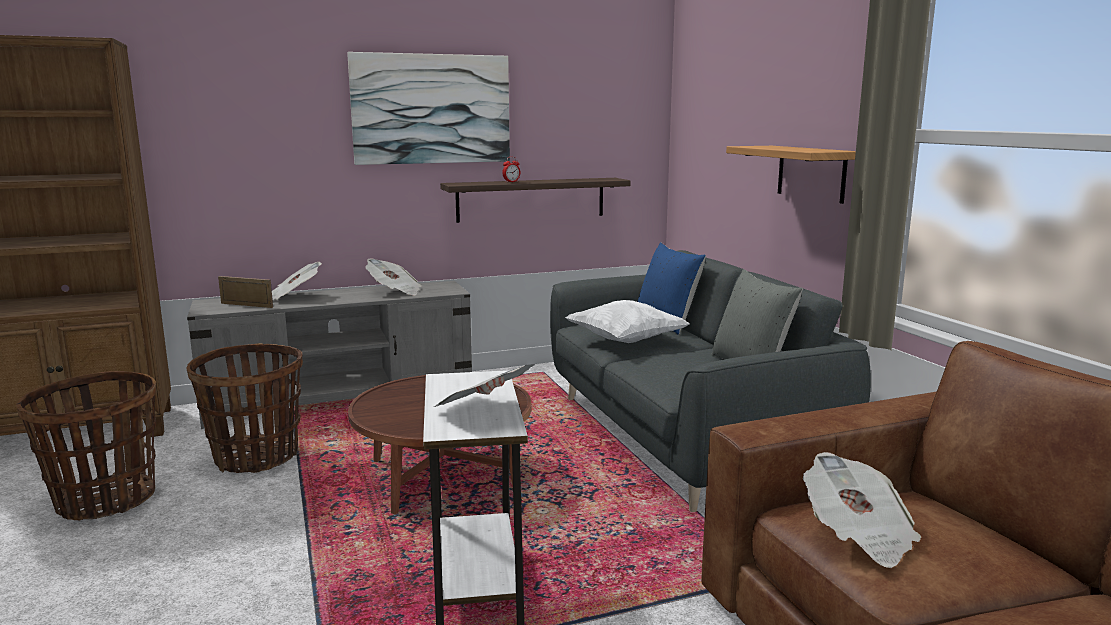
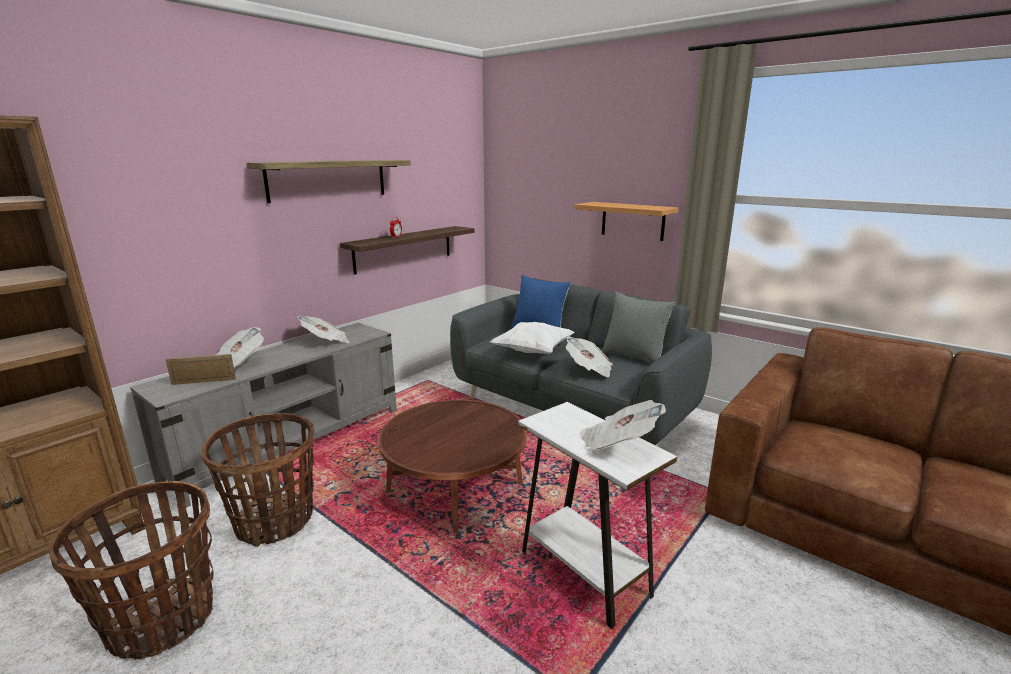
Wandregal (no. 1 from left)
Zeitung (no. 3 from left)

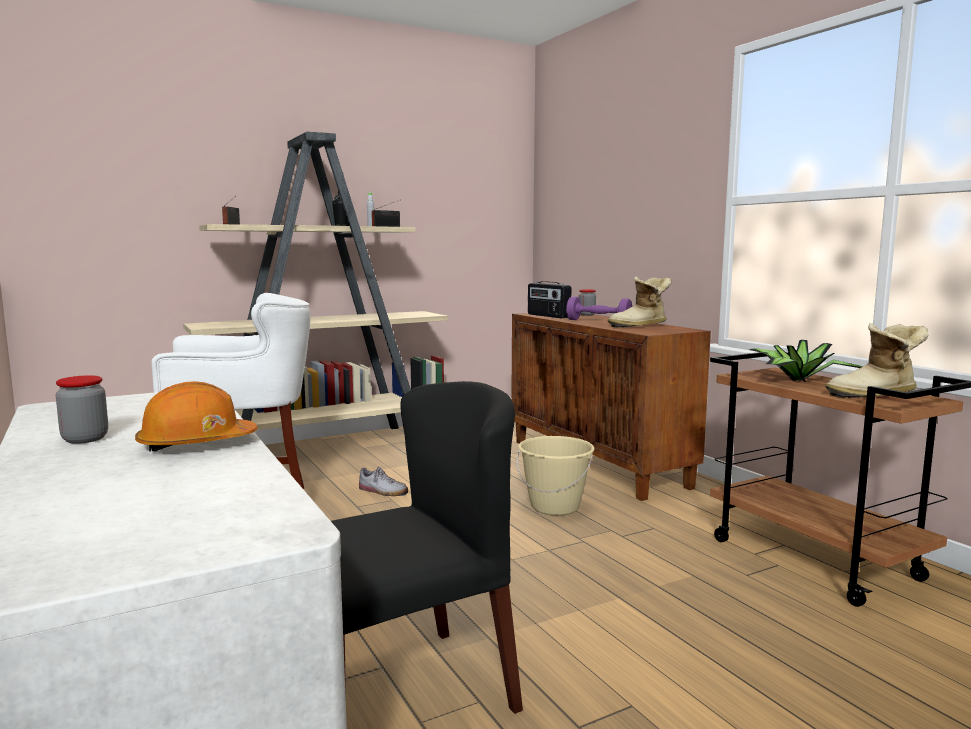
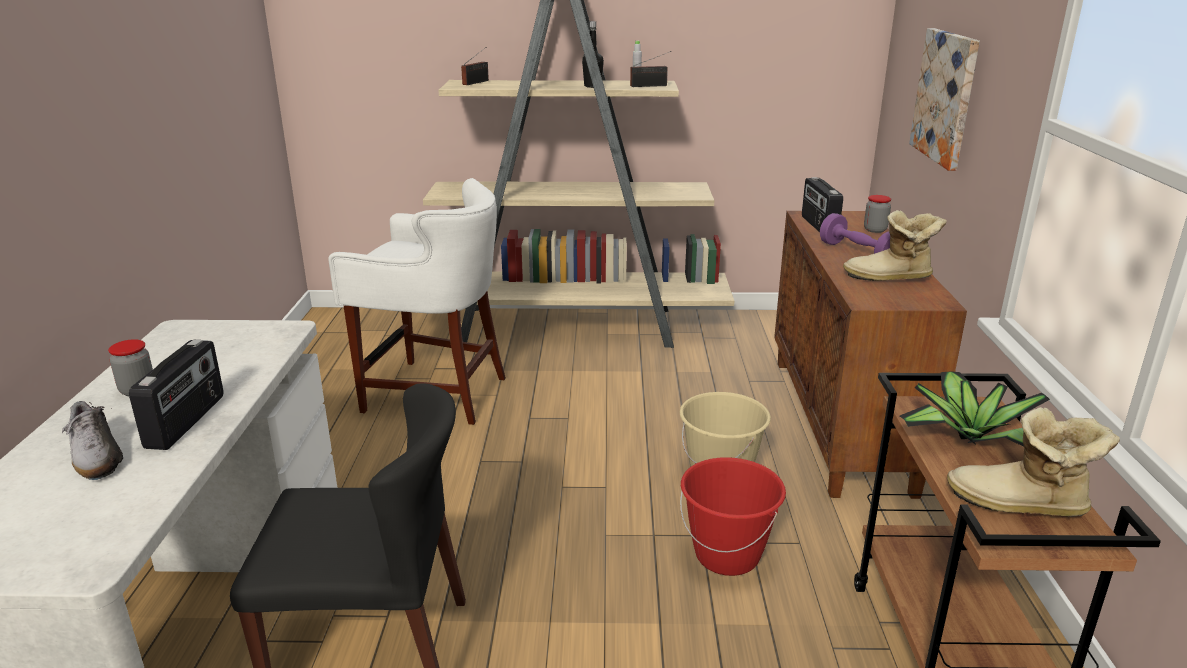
Radio (no. 1 from left)
Schuh
Bild
Eimer (rot)

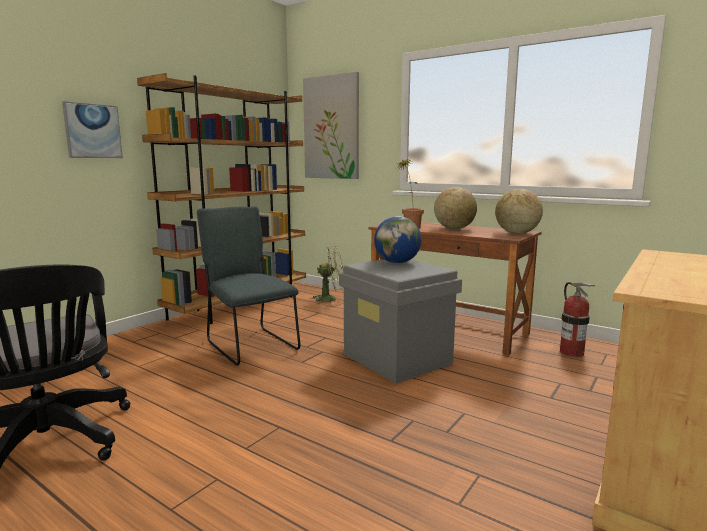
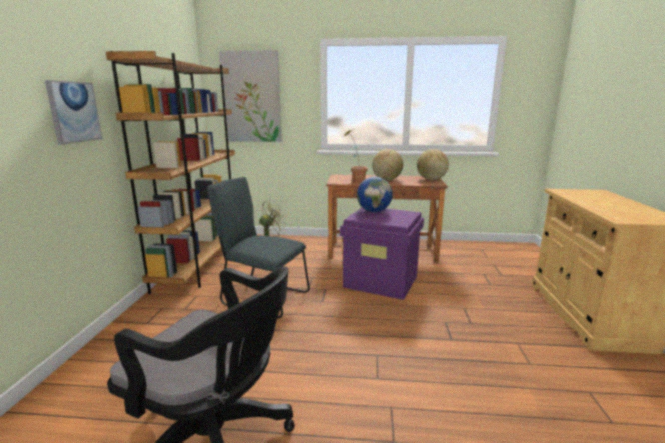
Aufbewahrungsbox (lila)
Feuerlöscher

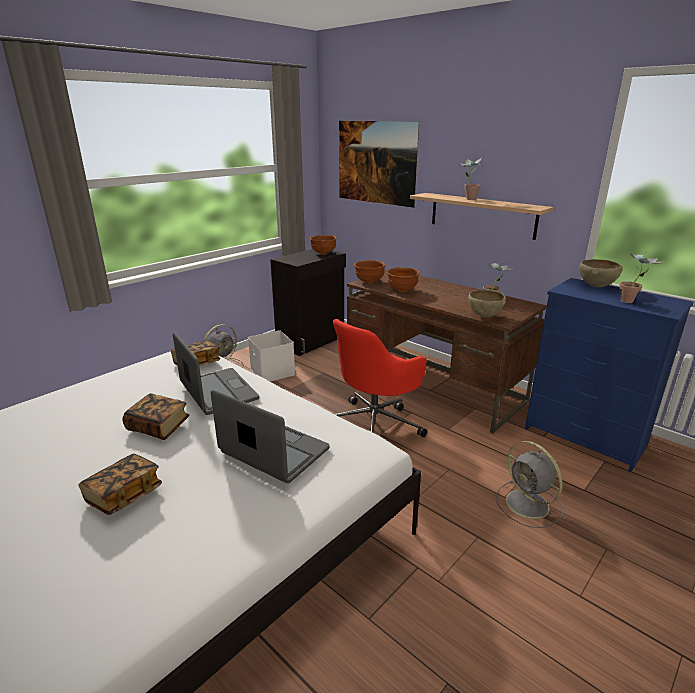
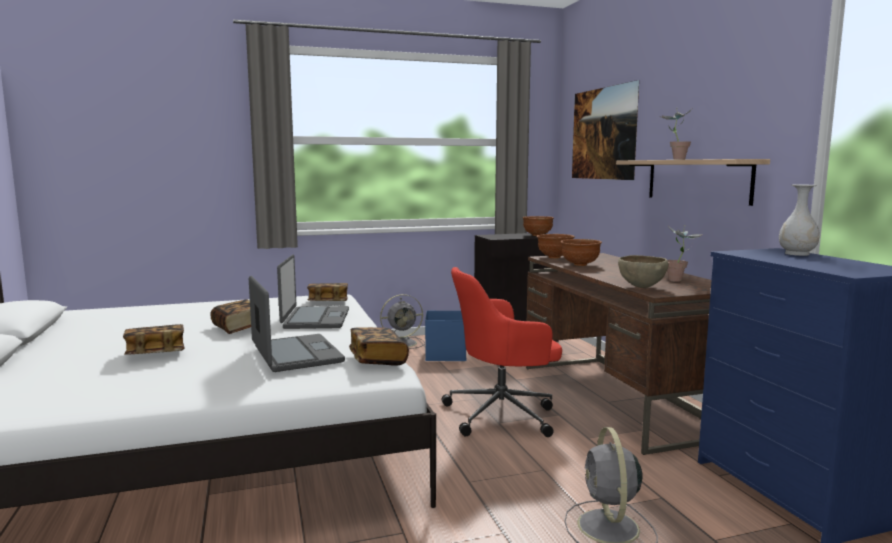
Topfpflanze (no. 3 from left in the first image)
Vase (weiß)
Aufbewahrungsbox (blau)
Buch (no. 4 from left)

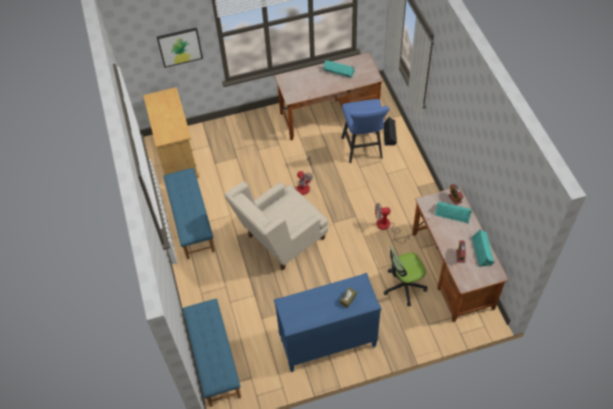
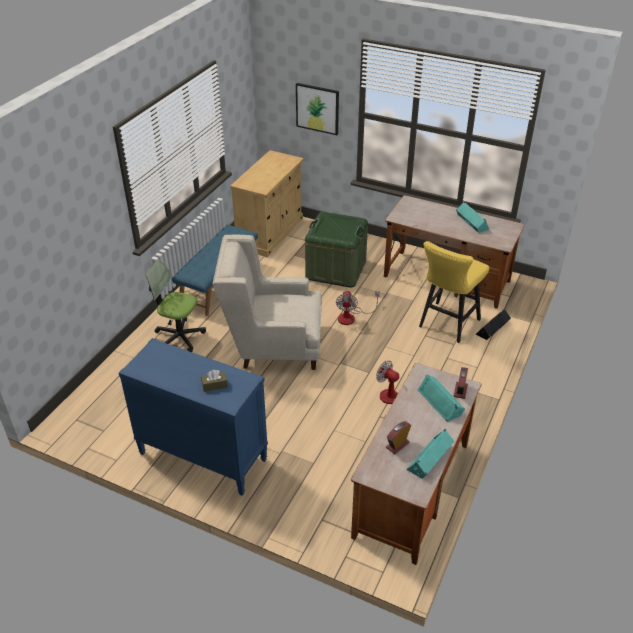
Hocker (gelb)
Bürostuhl
Bank (blau) (no. 2 from left in the first image)
Aufbewahrungsbox (grün)

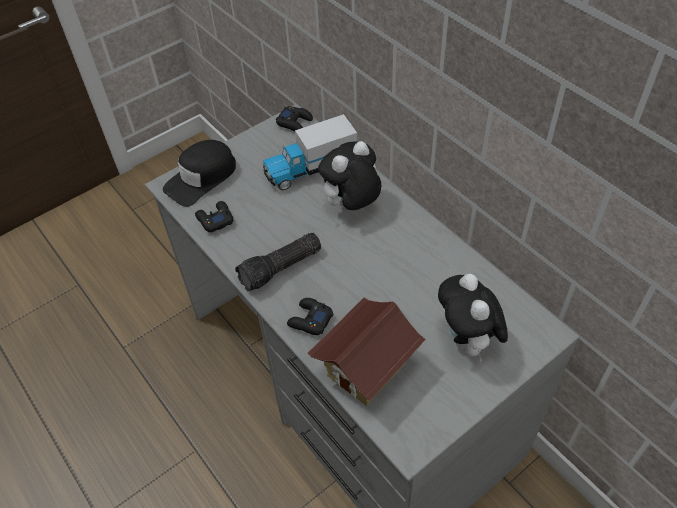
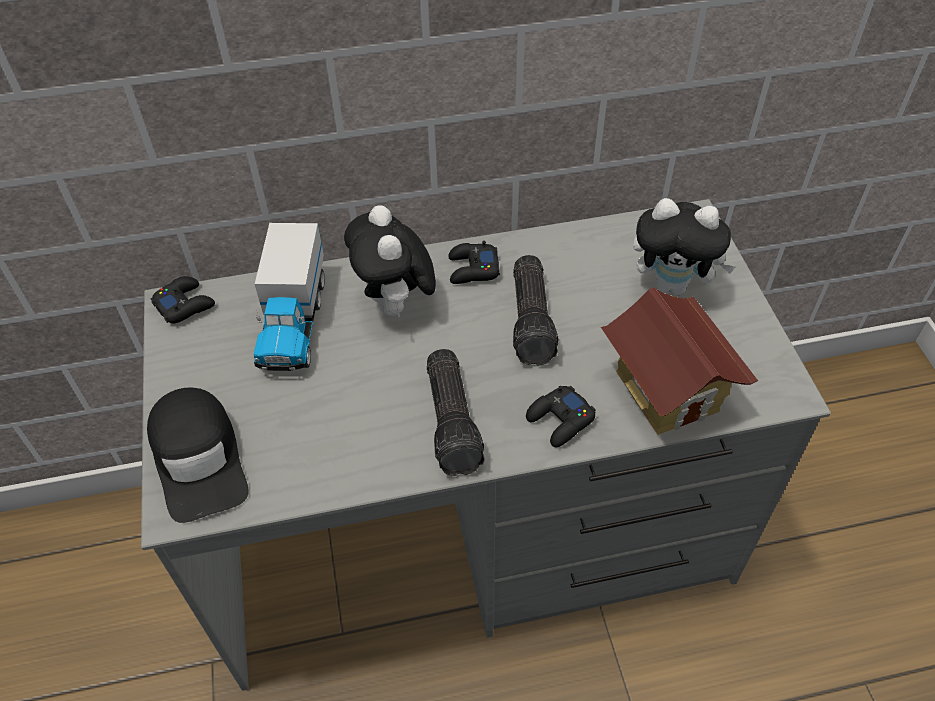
Gamepad (schwarz) (no. 2 from left)
Taschenlampe (no. 2 from left)

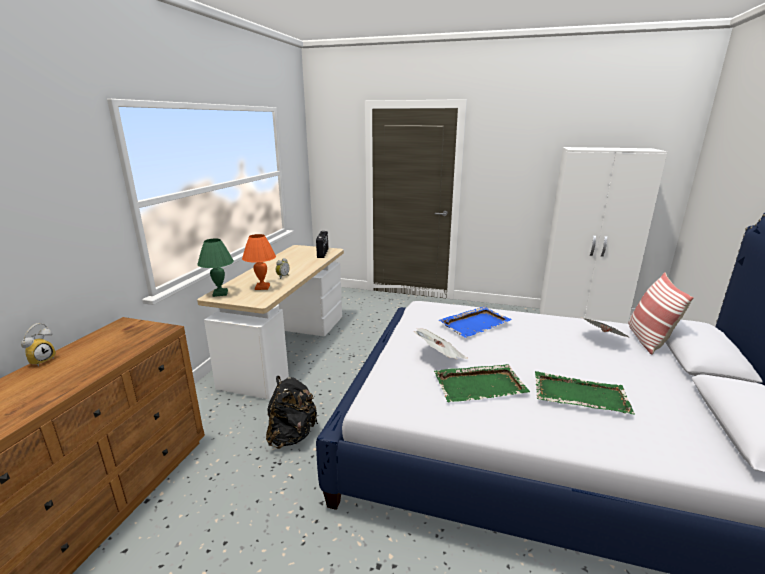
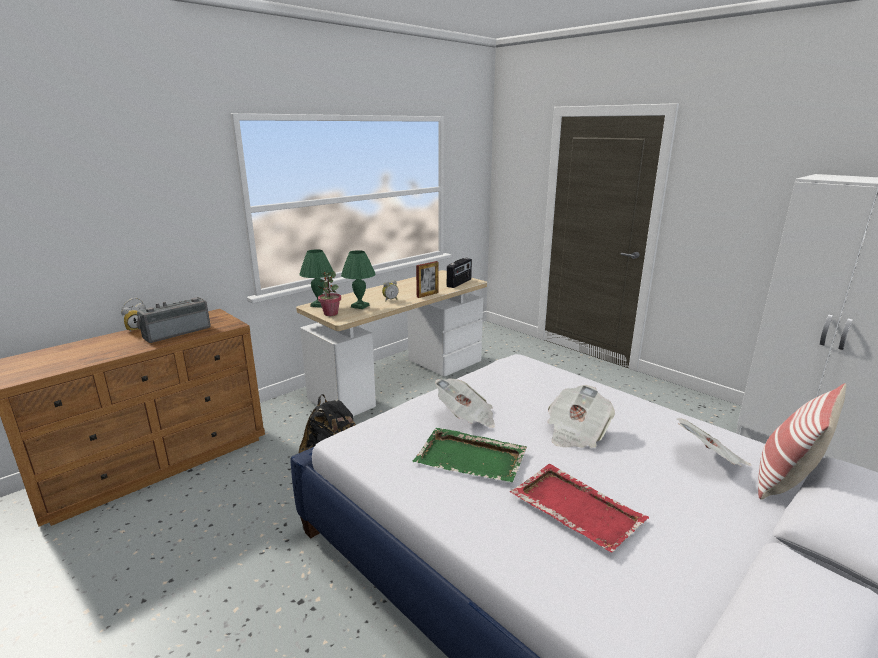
Tischlampe (grün) (no. 2 from left)
Tablett (blau)
Tablett (rot)
Bilderrahmen
Topfpflanze
Radio (no. 1 from left)
Zeitung (no. 2 from left)

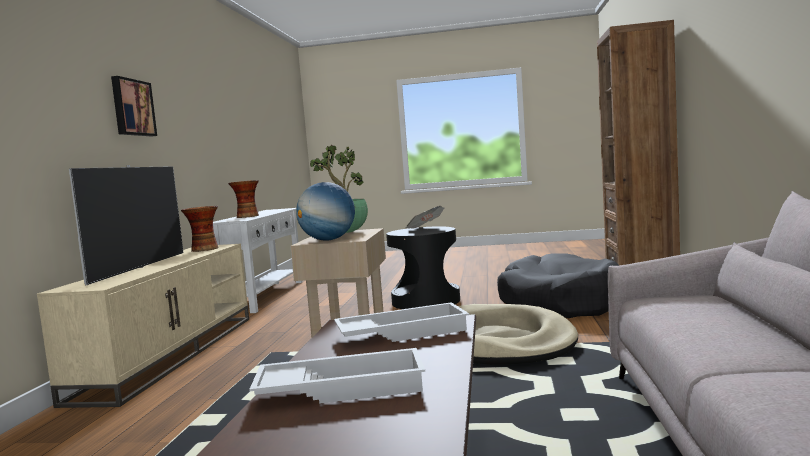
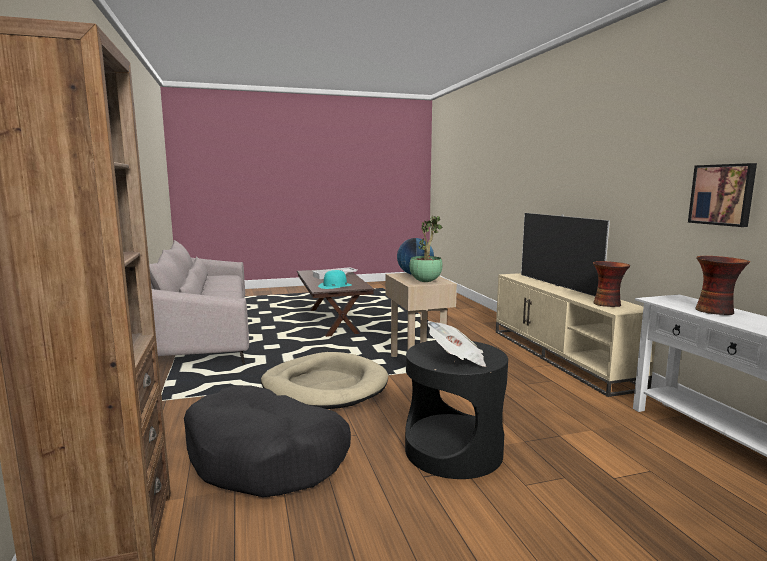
Bild
Hut (türkis)

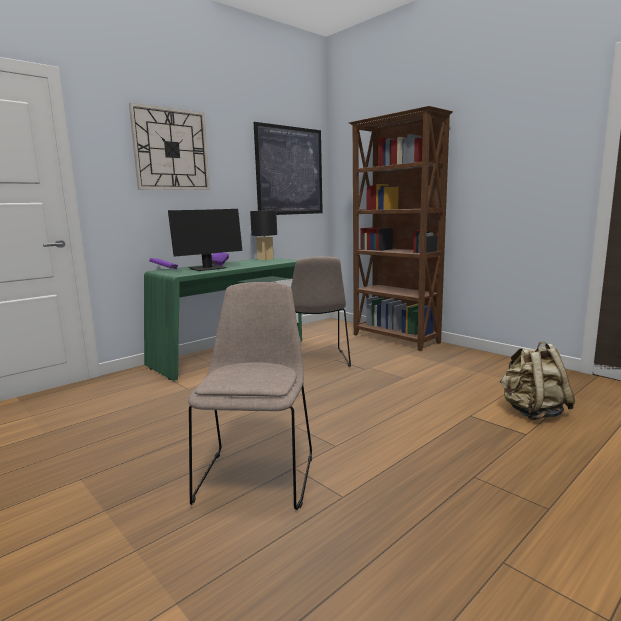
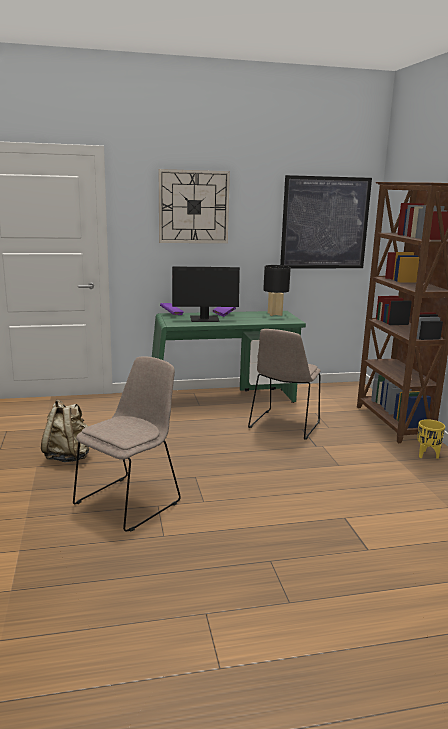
Rucksack (beige)
Pflanzkübel (gelb)

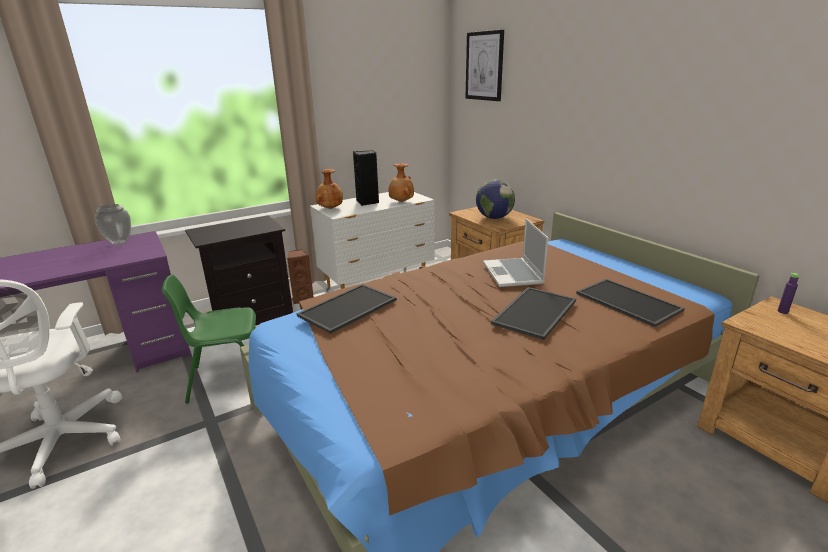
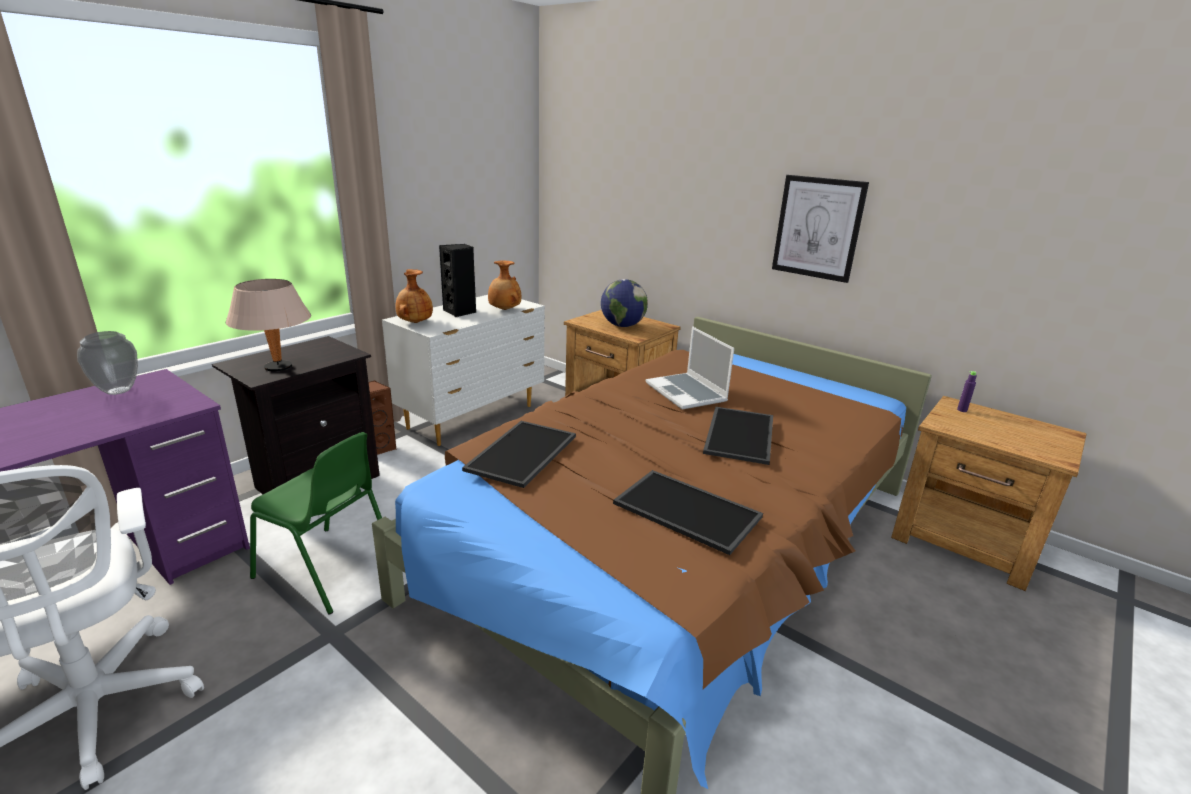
Bild
Stuhl (grün)
Tablett (no. 2 from left)
Tischlampe (beige)

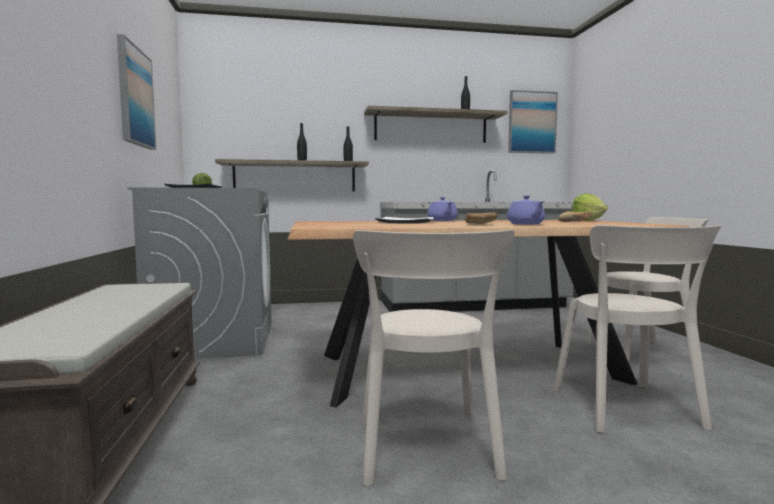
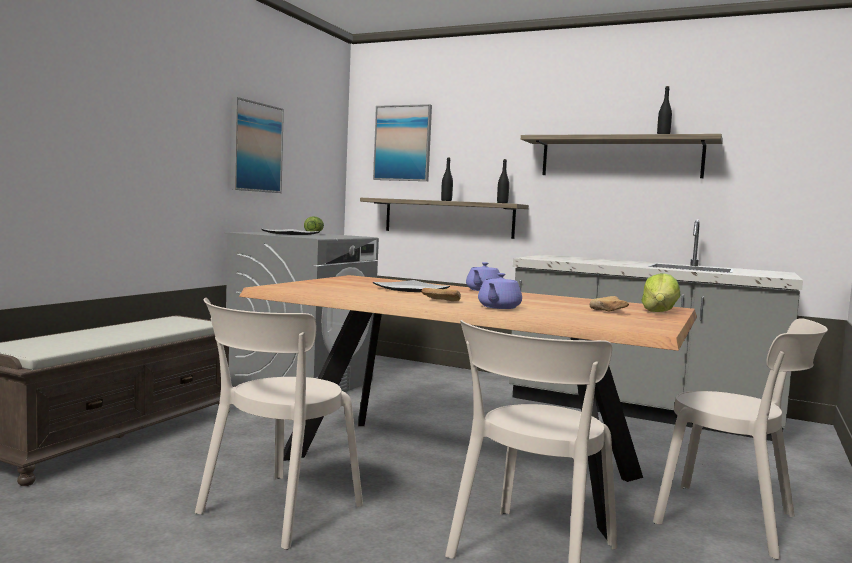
Bild (no. 2 from left)

